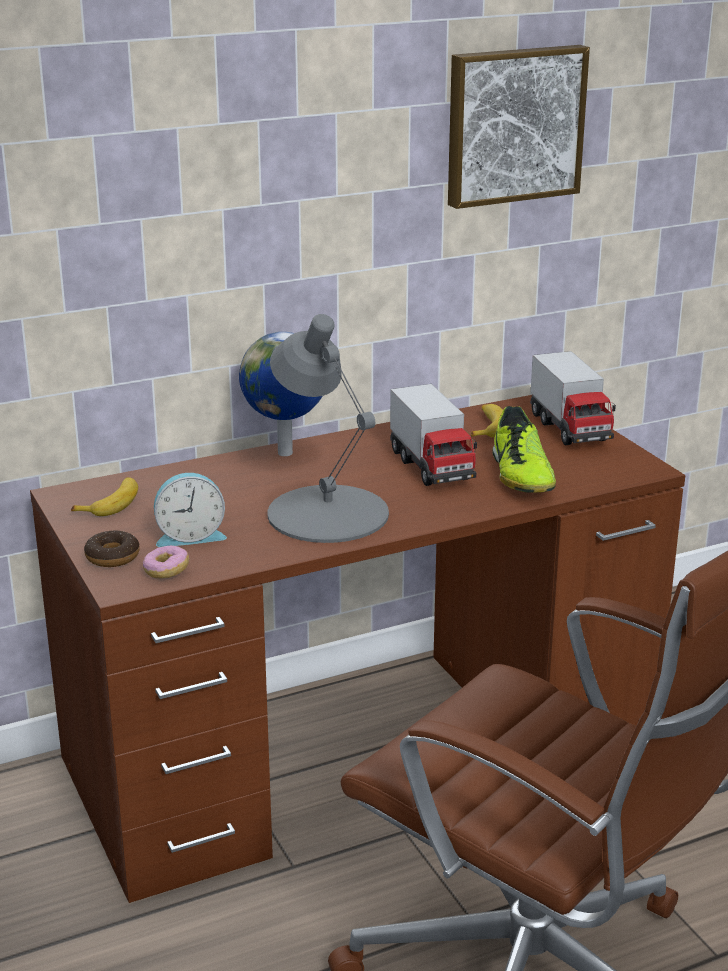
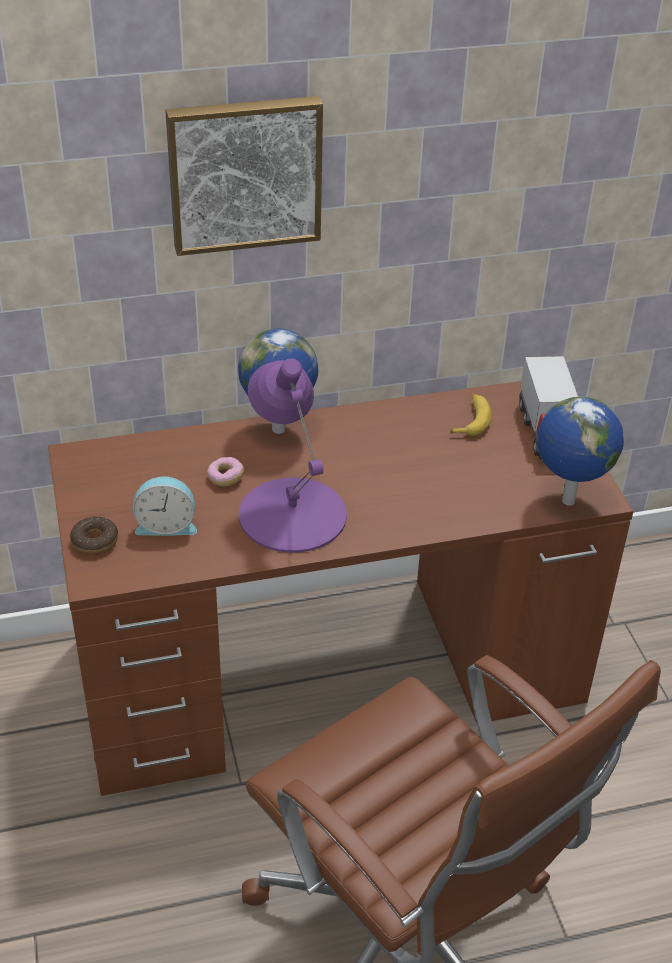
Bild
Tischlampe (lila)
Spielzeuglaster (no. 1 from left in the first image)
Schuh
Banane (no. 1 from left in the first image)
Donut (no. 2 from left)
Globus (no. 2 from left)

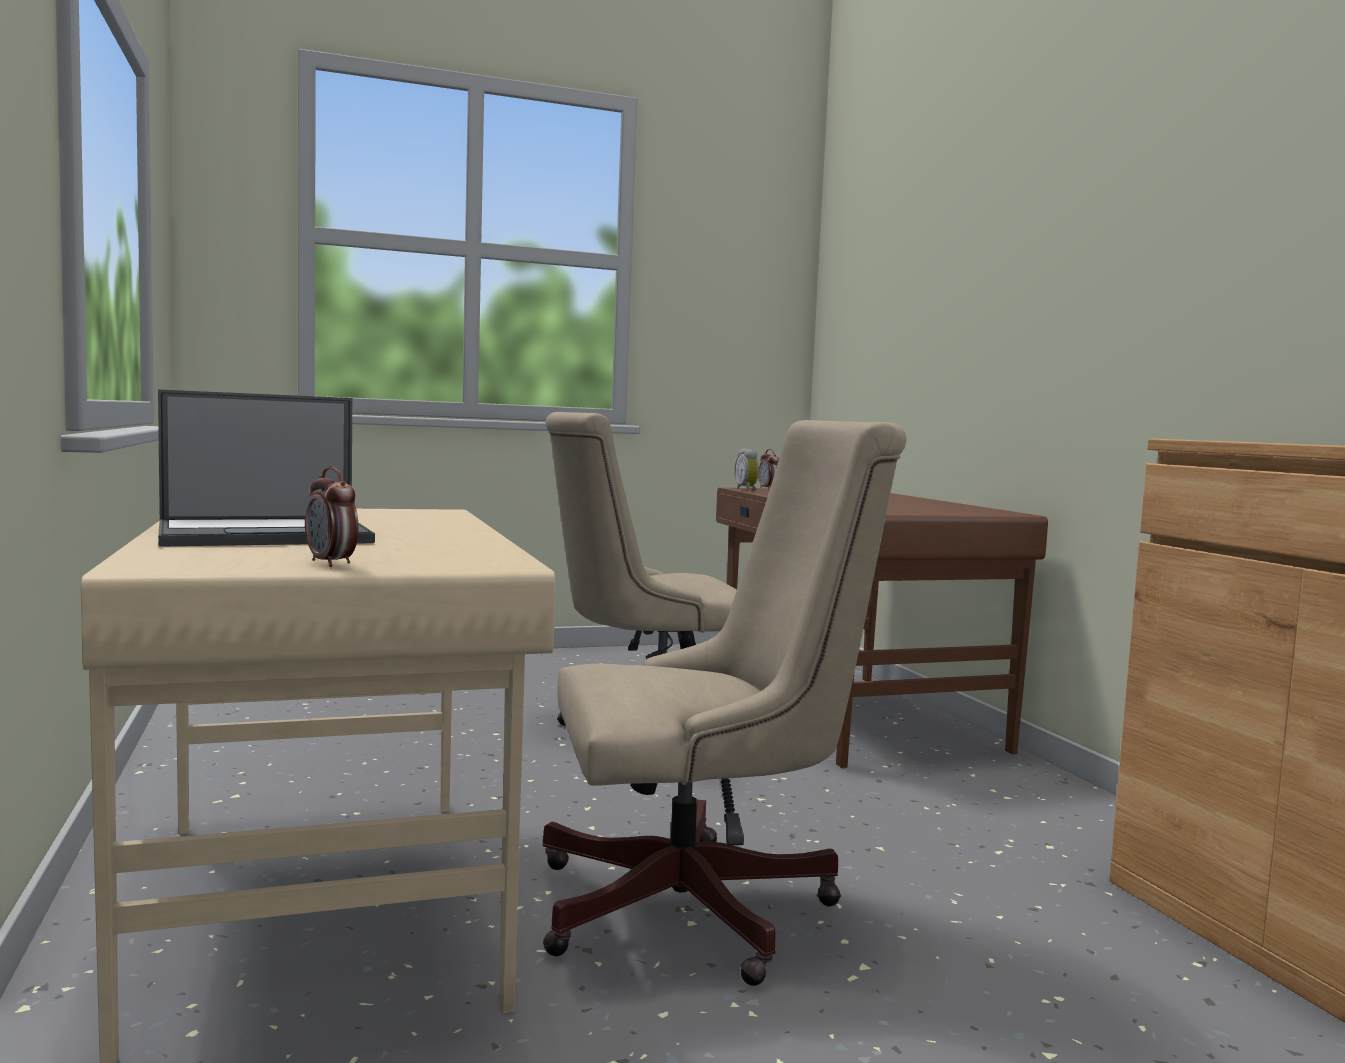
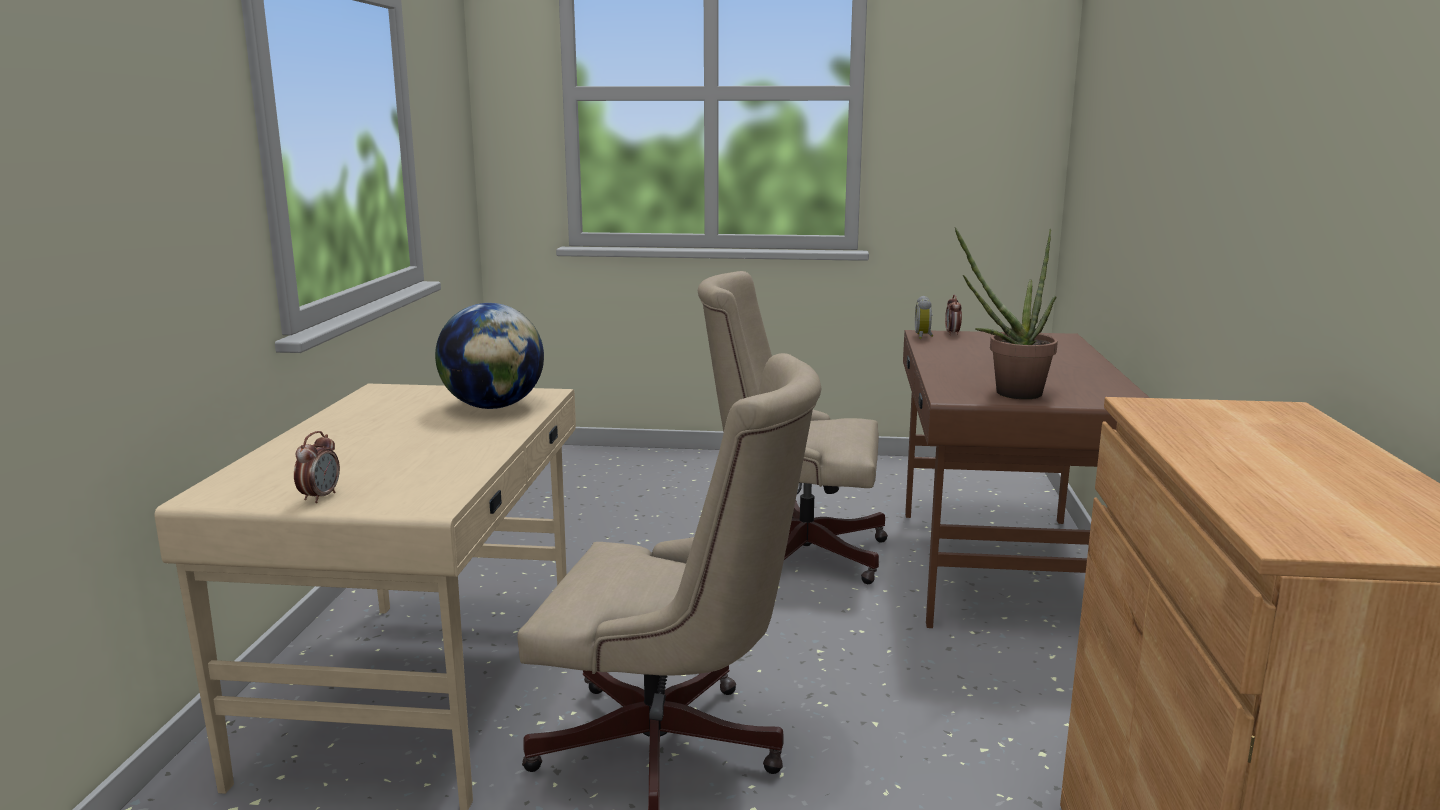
Laptop
Wecker (no. 1 from left)
Topfpflanze
Globus

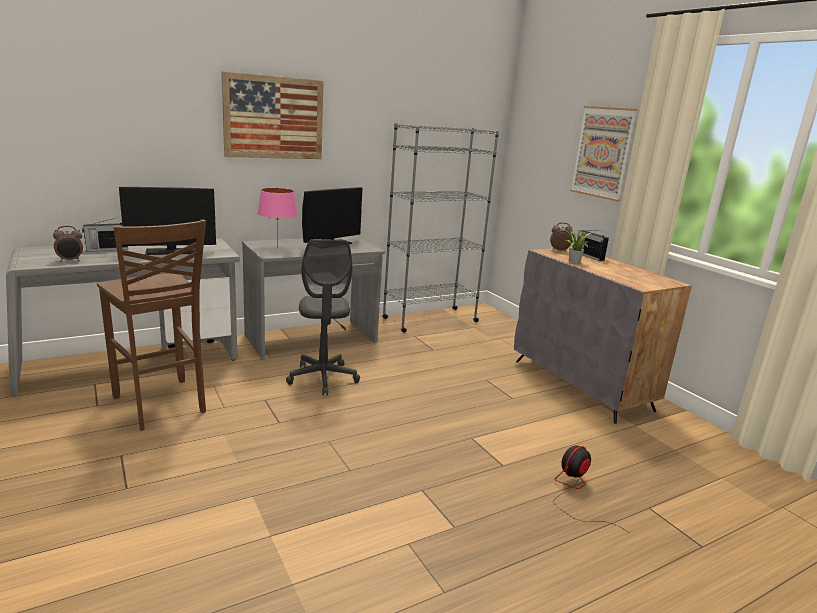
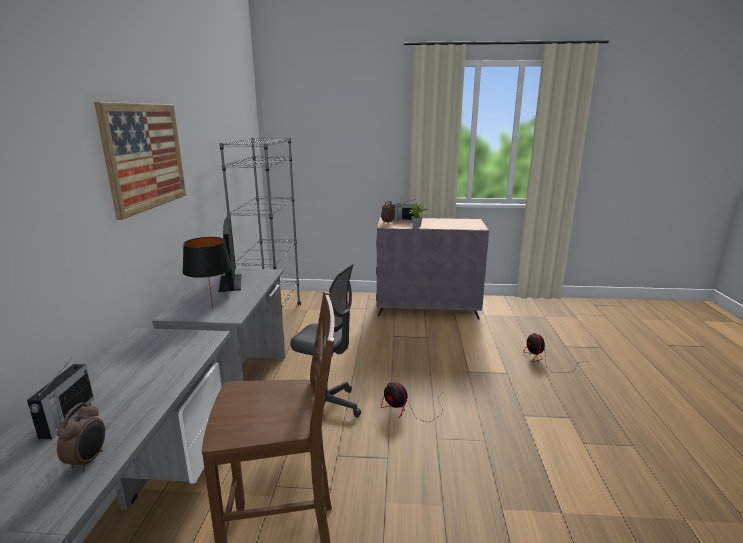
Bild (no. 2 from left in the first image)
Monitor (no. 1 from left in the first image)
Tischlampe (schwarz)
Ventilator (no. 1 from left)

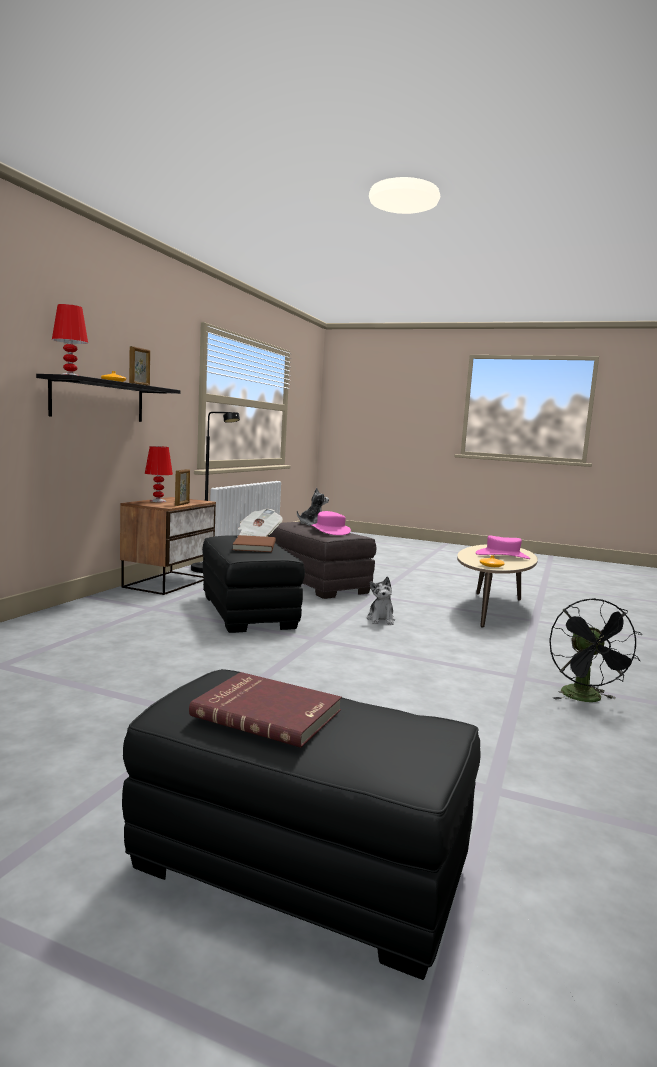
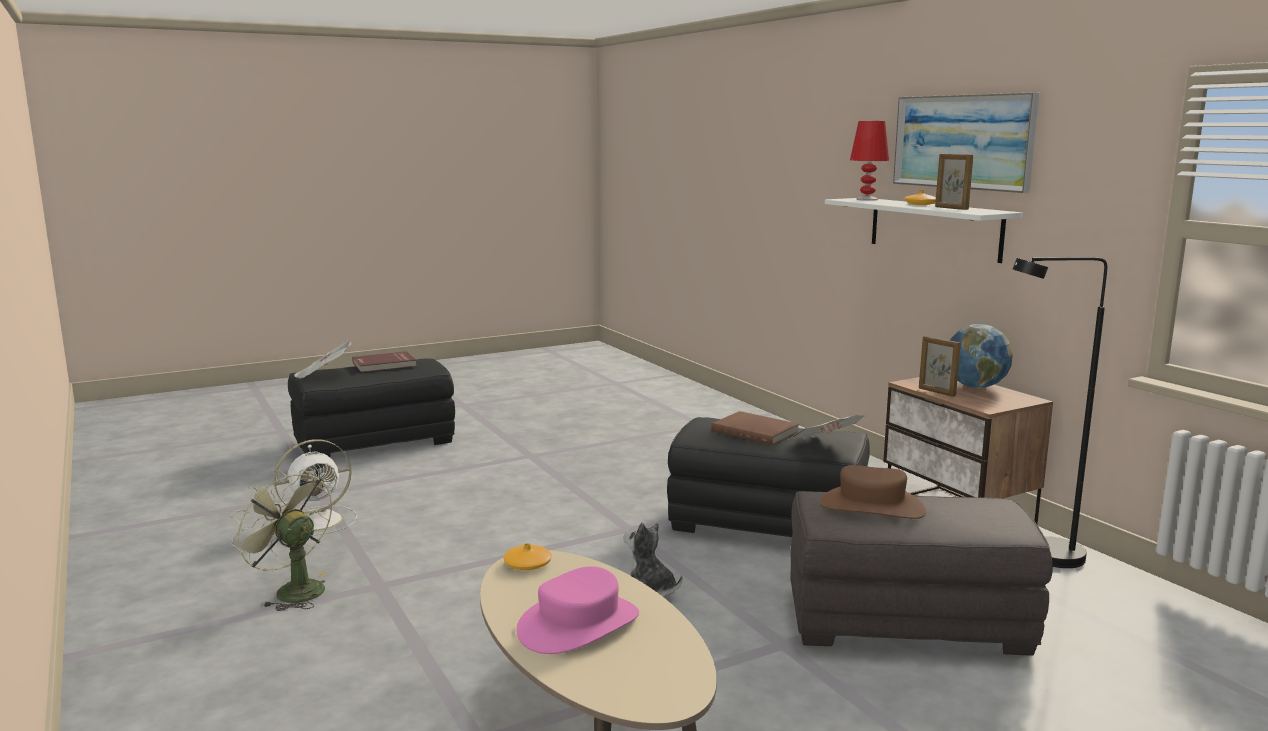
Wandregal (weiß)
Globus
Plüschtier (no. 1 from left in the first image)
Hut (braun)
Ventilator (grün)
Bild
Zeitung (no. 1 from left)
Ventilator (weiß)

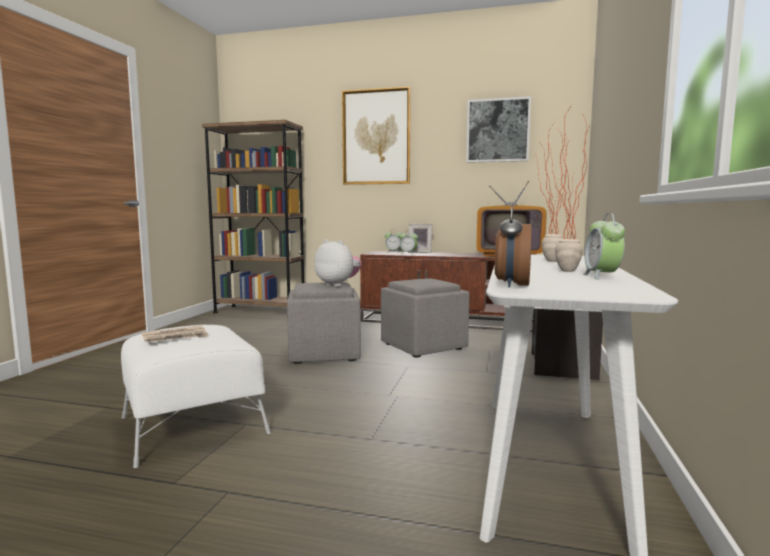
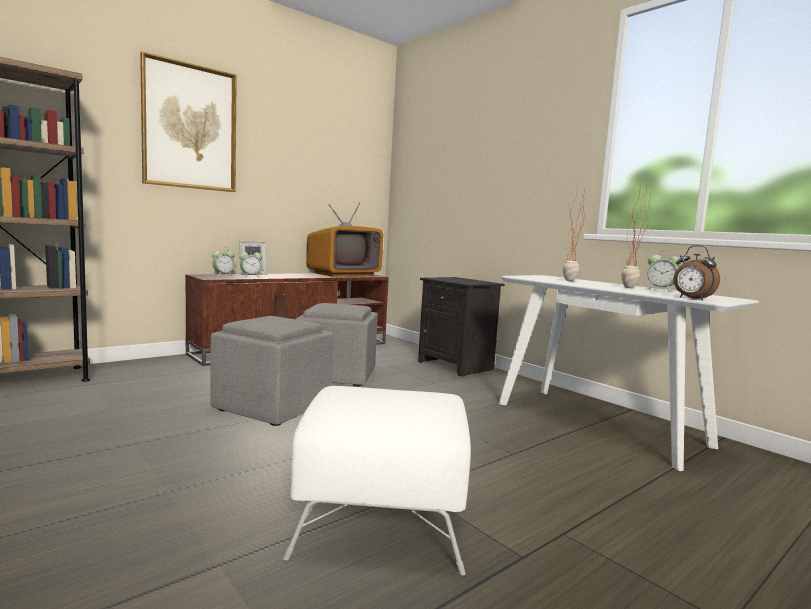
Bild (no. 2 from left in the first image)
Plüschtier
Zeitung

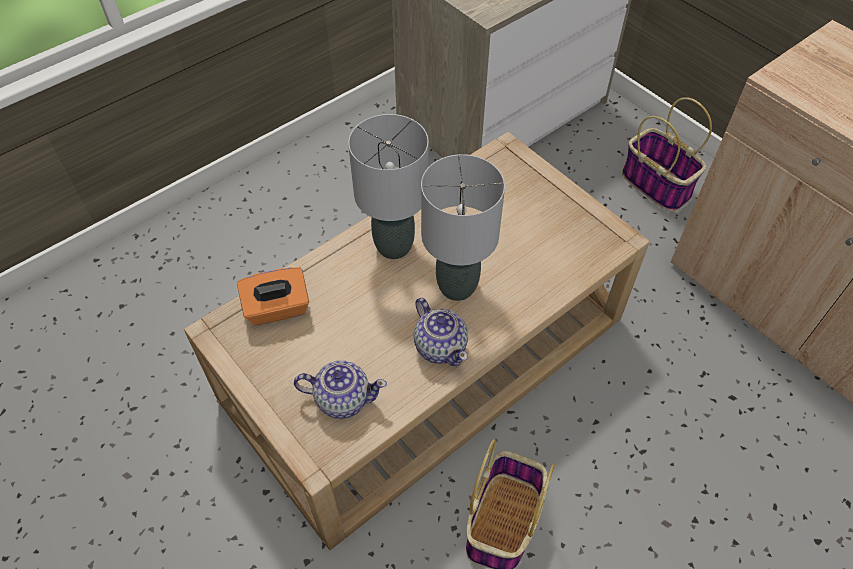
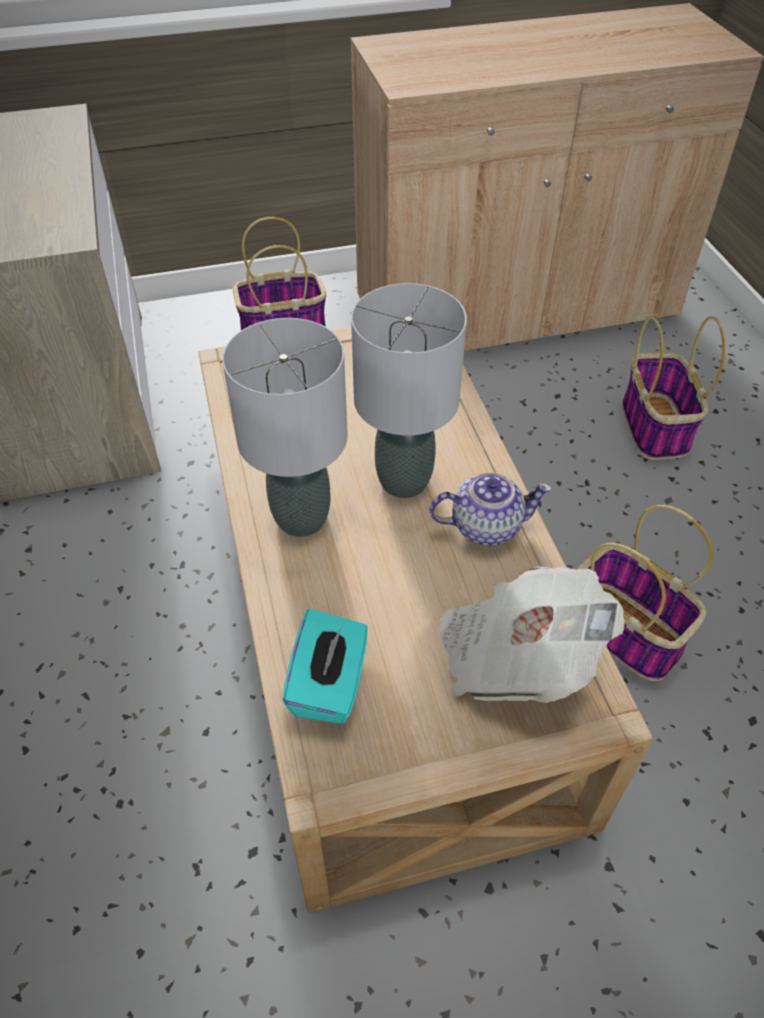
Taschentuchbox (türkis)
Zeitung
Korb (no. 3 from left)

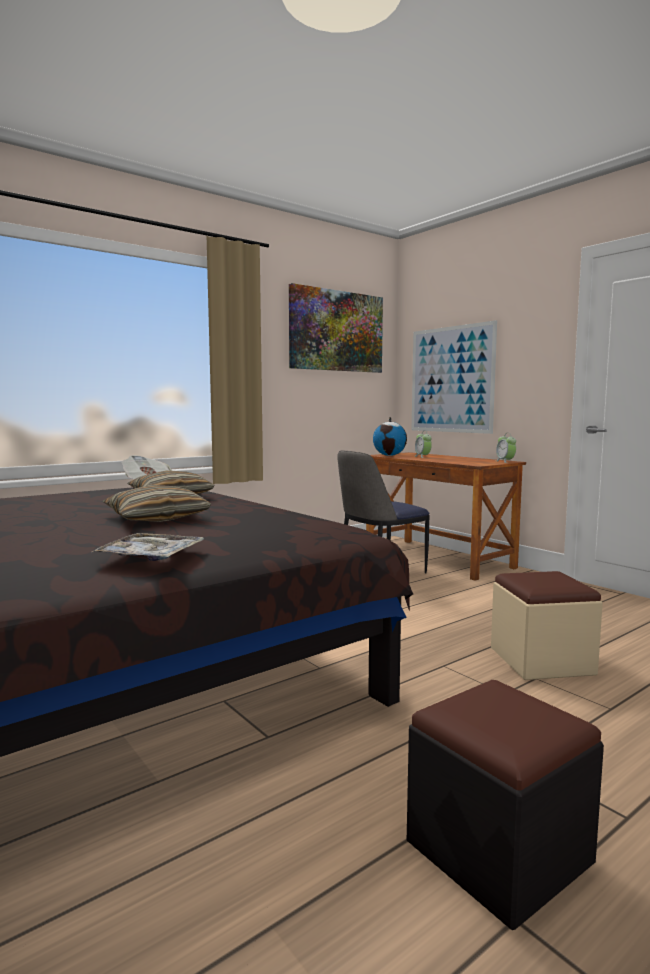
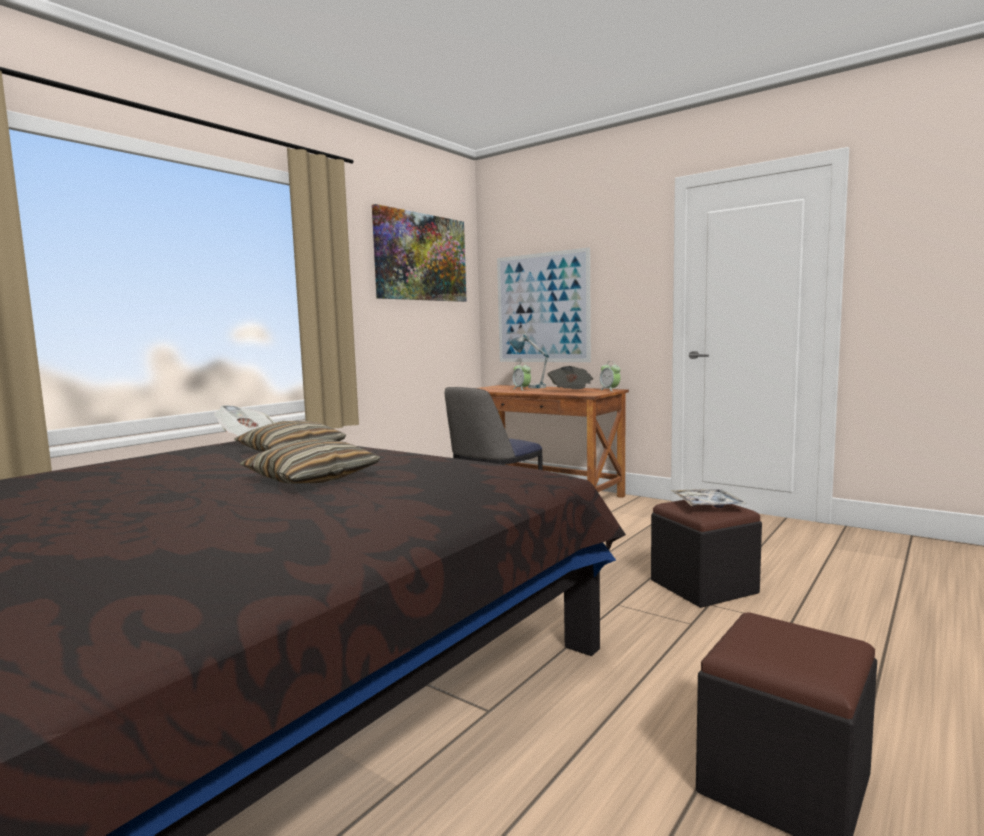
Globus
Tablett
Polsterhocker (schwarz) (no. 1 from left)
Tischlampe
Zeitung (no. 2 from left)

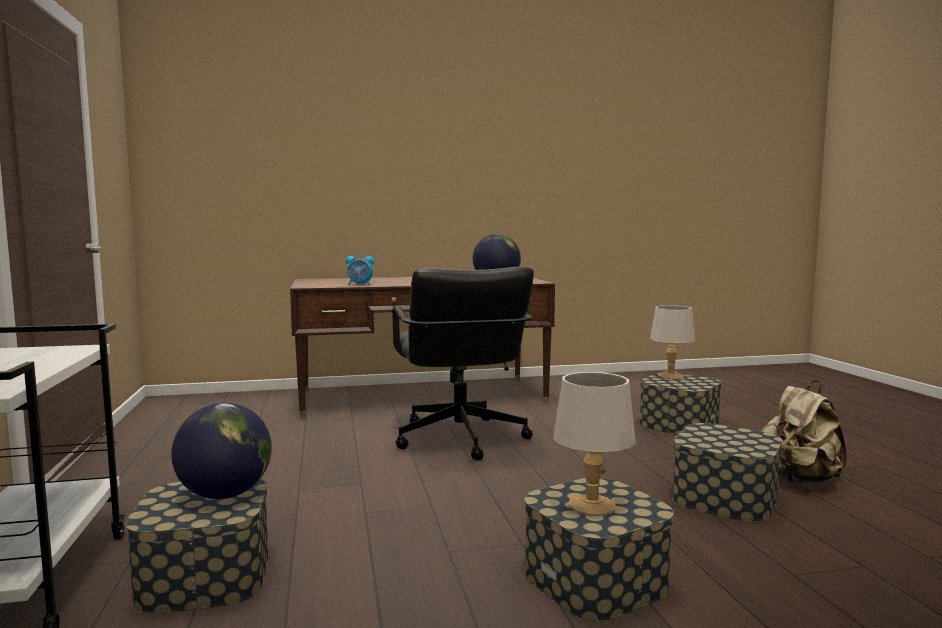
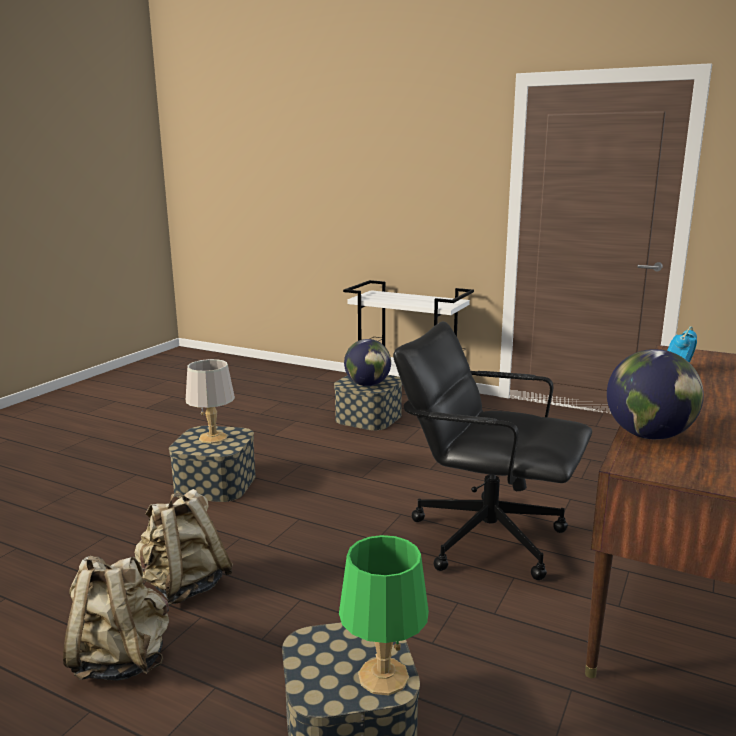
Tischlampe (grün)
Rucksack (beige) (no. 2 from left)

